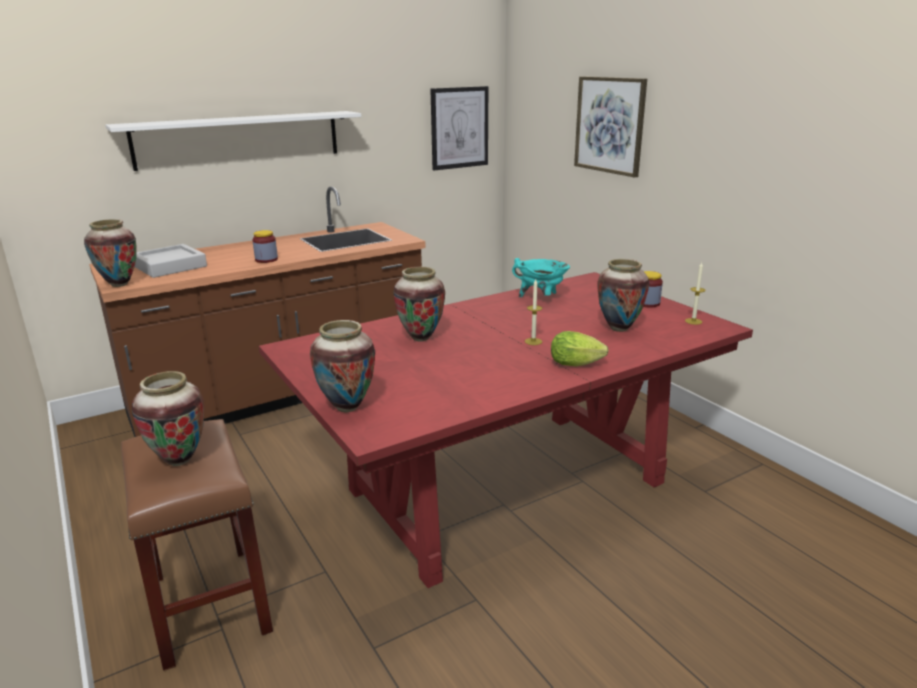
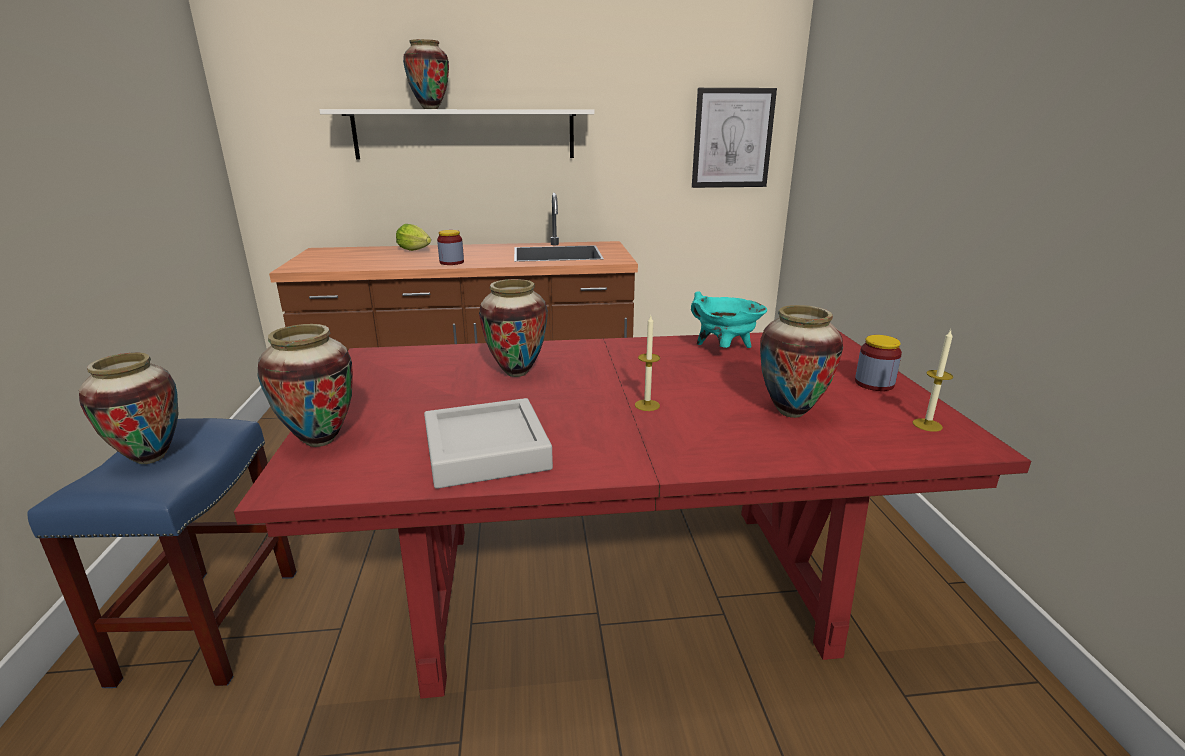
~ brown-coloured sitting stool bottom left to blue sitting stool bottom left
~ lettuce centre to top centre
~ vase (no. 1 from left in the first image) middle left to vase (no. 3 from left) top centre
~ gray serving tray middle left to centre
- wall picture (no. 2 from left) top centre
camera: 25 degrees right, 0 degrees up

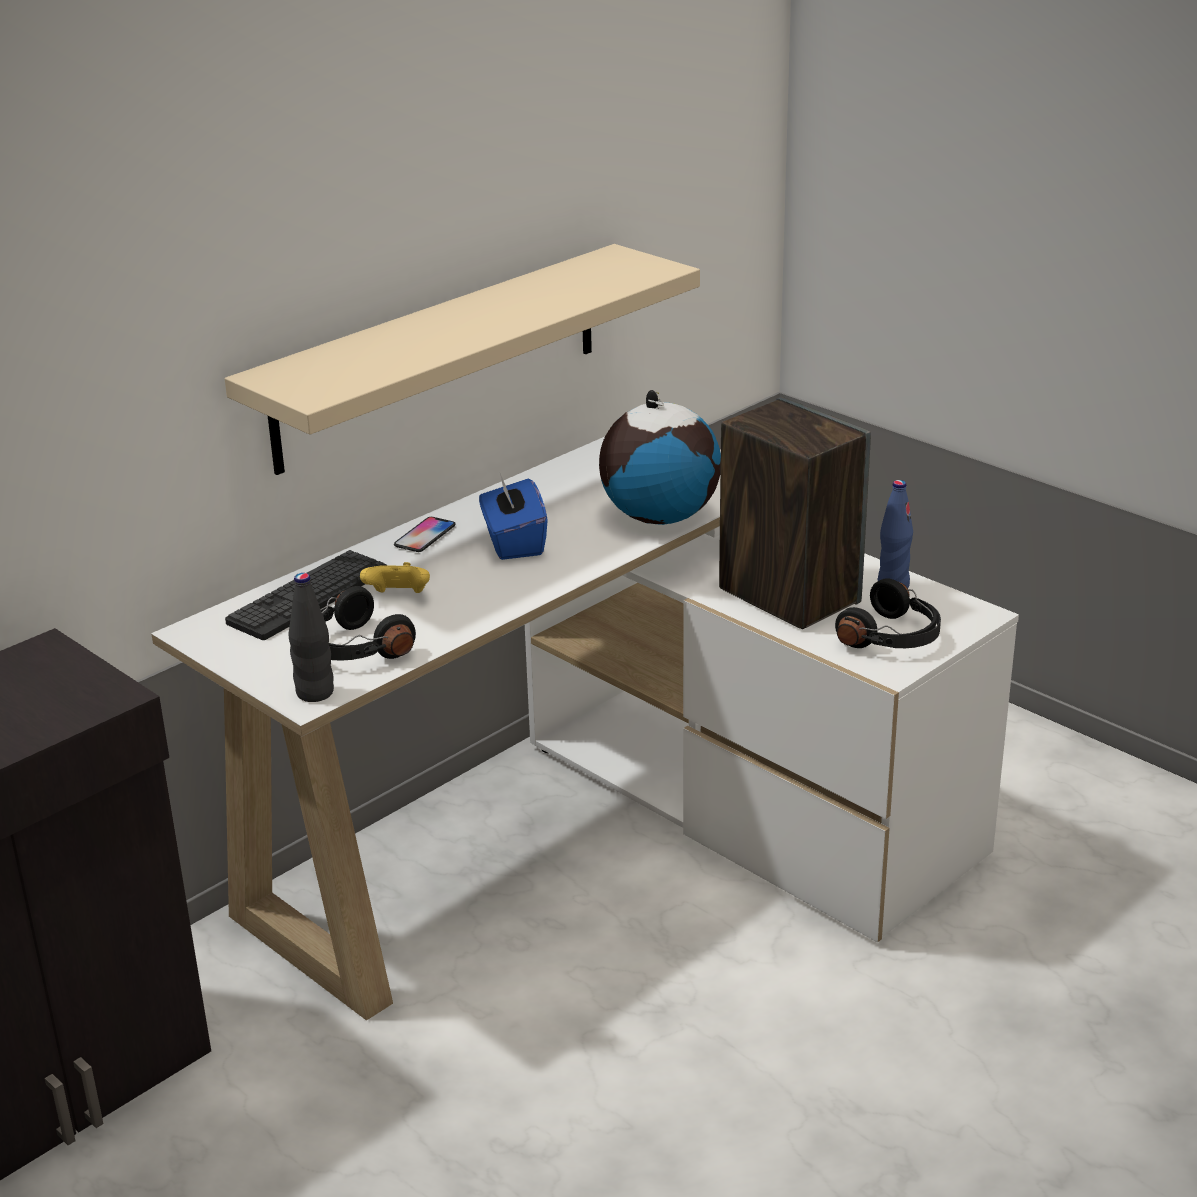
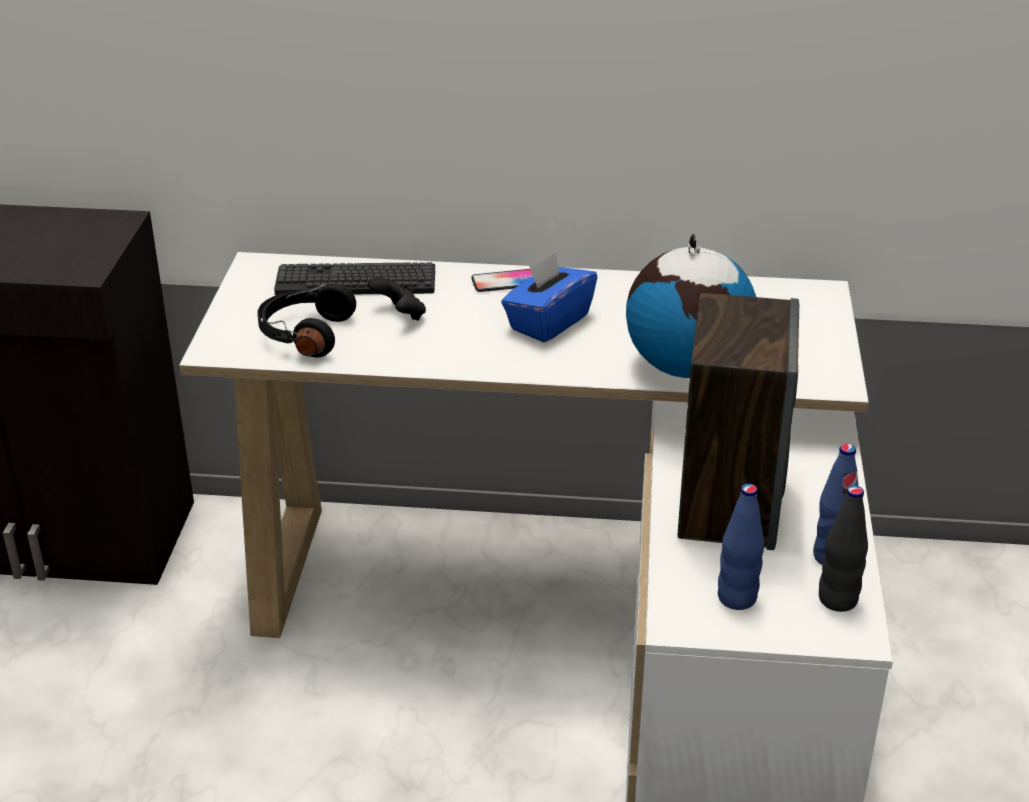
~ yellow joypad middle left to black joypad centre
~ black headset (no. 2 from left) middle right to blue beverage bottle (no. 1 from left) bottom right
~ black beverage bottle middle left to bottom right
- sand-coloured wall shelf top centre
camera: 50 degrees right, 5 degrees up

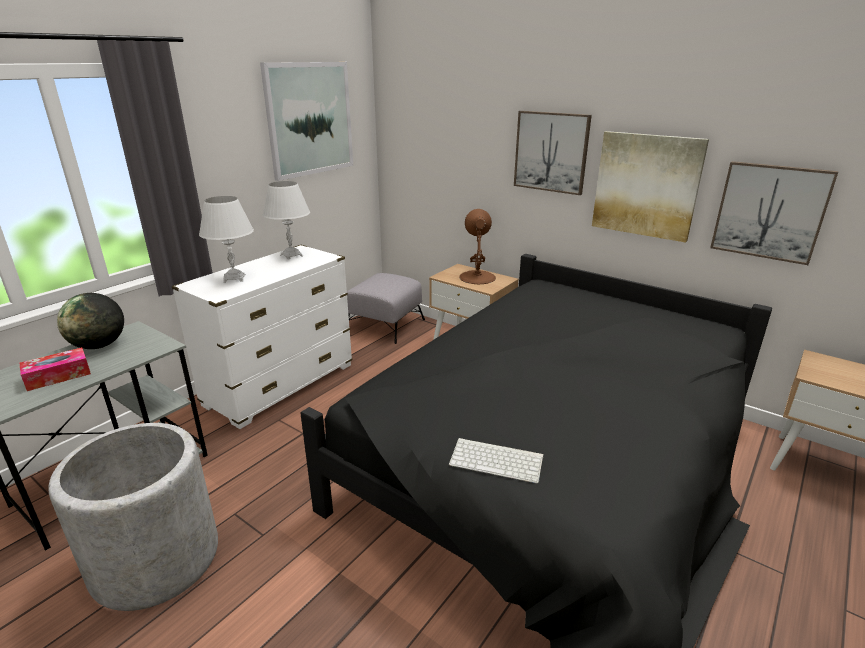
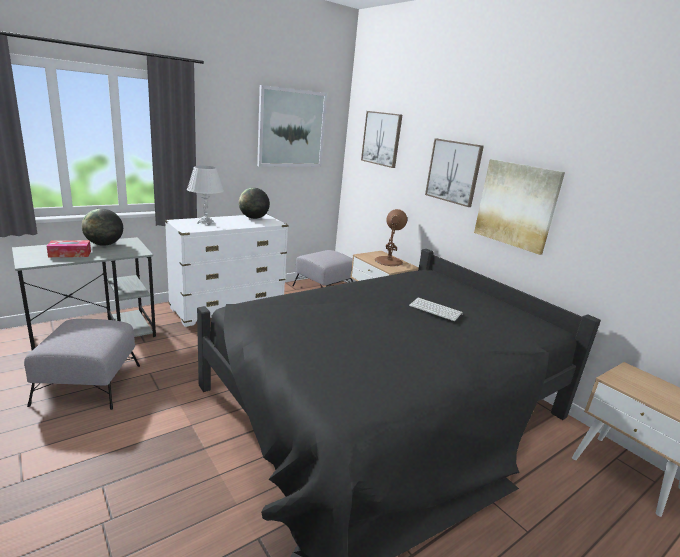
~ gray plant pot bottom left to gray pouffe (no. 1 from left) middle left
~ white lamp for a table (no. 2 from left) middle left to globe (no. 2 from left) centre
~ wall picture (no. 4 from left in the first image) top right to wall picture (no. 2 from left) top centre
~ keyboard bottom centre to centre
camera: 15 degrees right, 5 degrees down

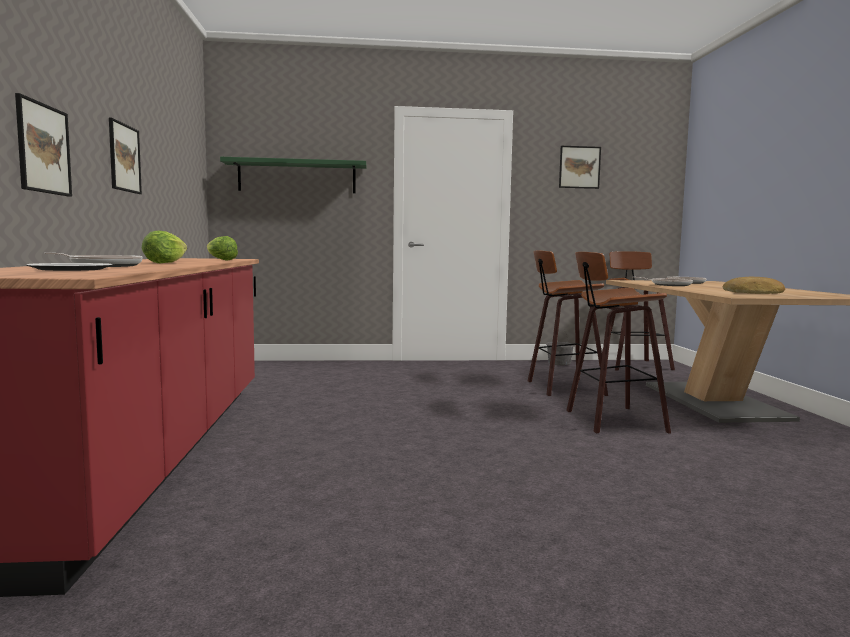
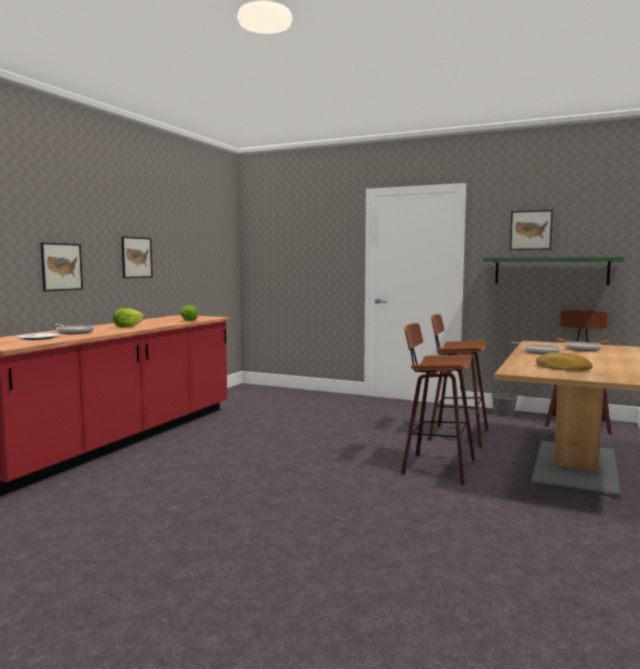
~ greenish wall shelf top centre to middle right
camera: 30 degrees right, 0 degrees up

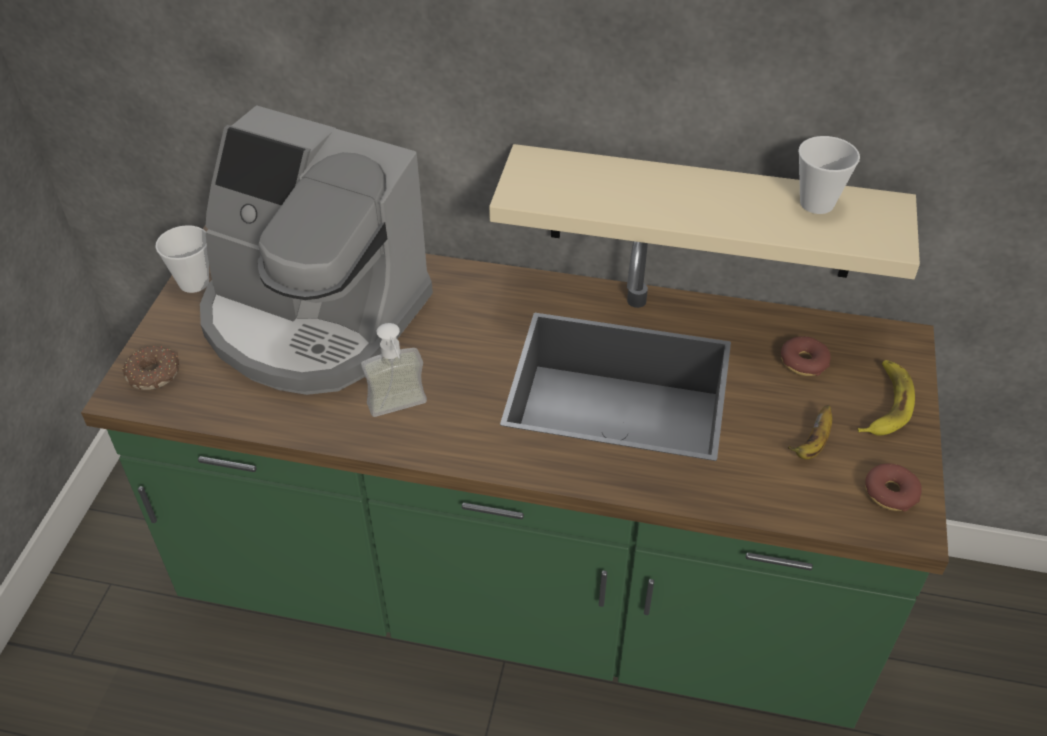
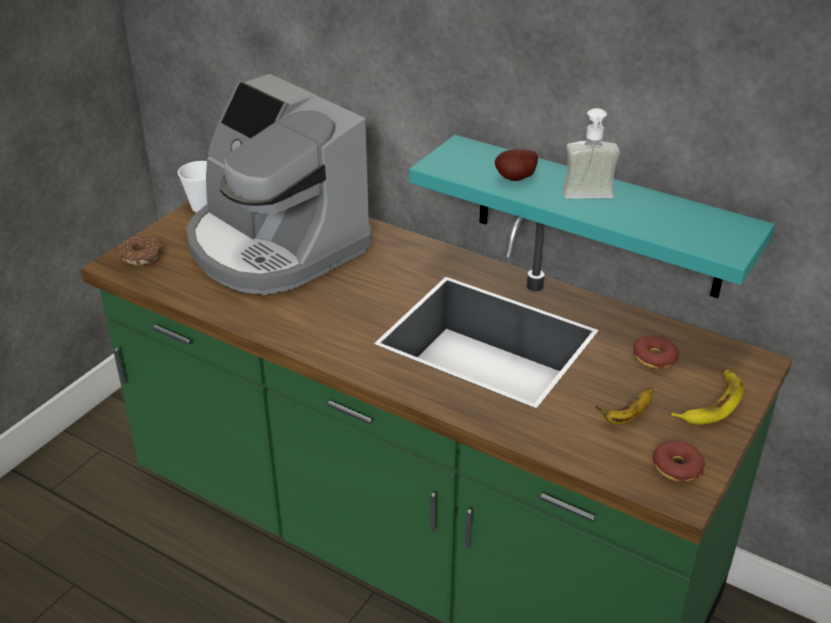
~ sand-coloured wall shelf top right to turquoise-coloured wall shelf middle right
+ potato top centre
~ liquid soap bottle centre to top right
- drinking cup (no. 2 from left) top right
camera: 20 degrees right, 10 degrees down

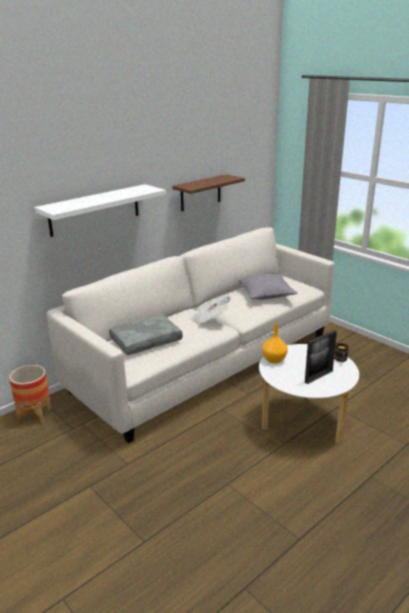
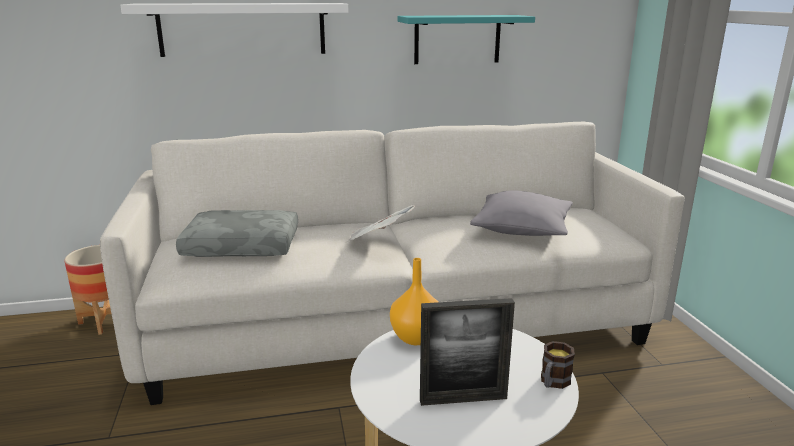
~ brown-coloured wall shelf top centre to turquoise-coloured wall shelf top centre
camera: 30 degrees right, 5 degrees down

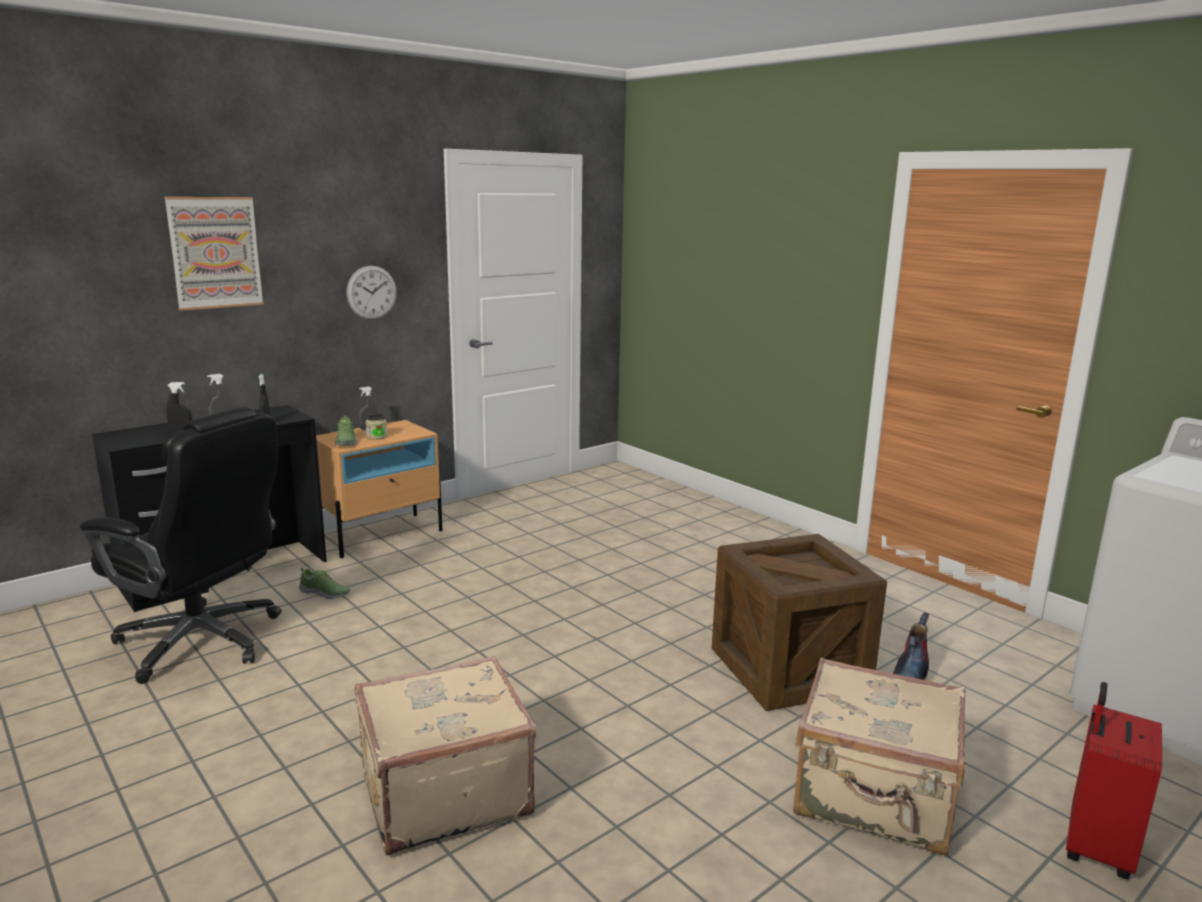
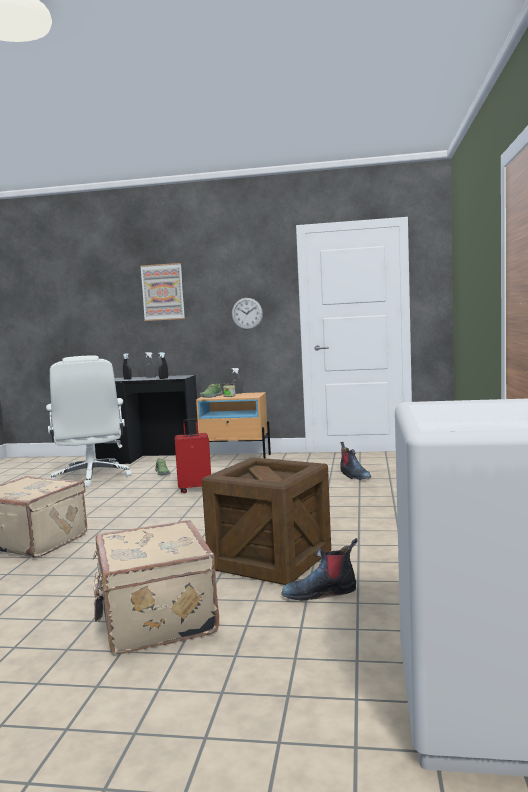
~ black computer chair middle left to white computer chair middle left
~ reddish suitcase bottom right to centre
+ tall boot (no. 2 from left) middle right
camera: 50 degrees right, 10 degrees down

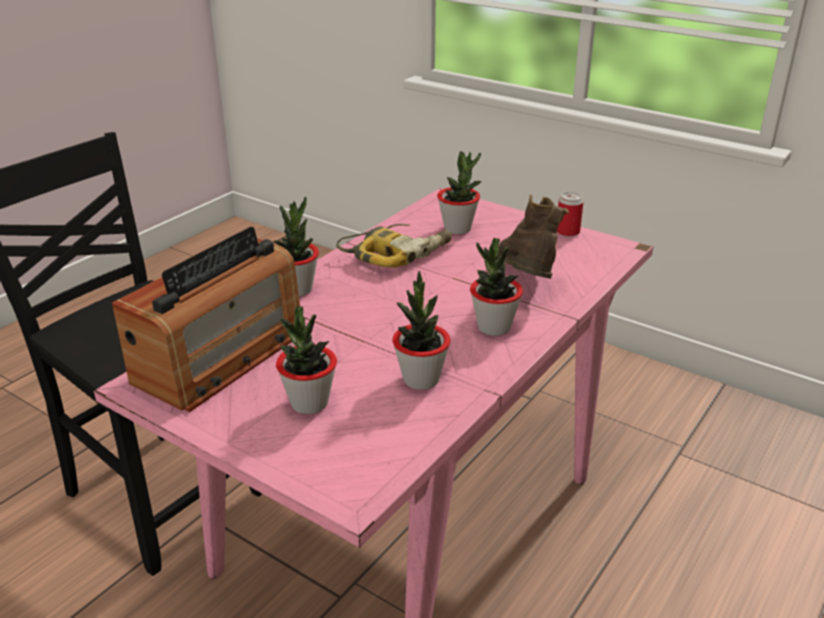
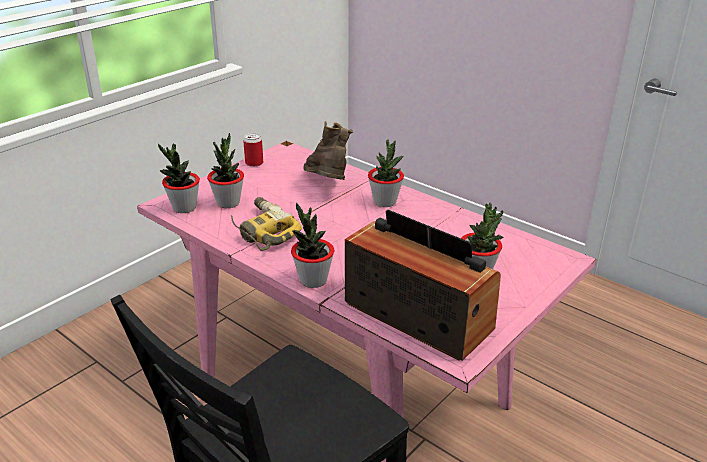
~ potted plant (no. 3 from left in the first image) centre to potted plant (no. 1 from left) middle left
~ brown-coloured tall boot centre = top centre 75 degrees clockwise
camera: 85 degrees left, 0 degrees up

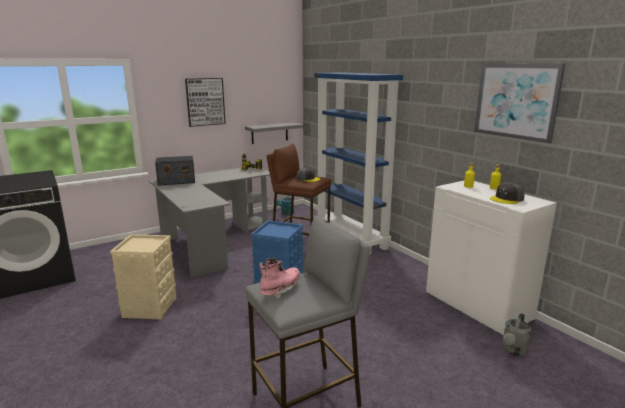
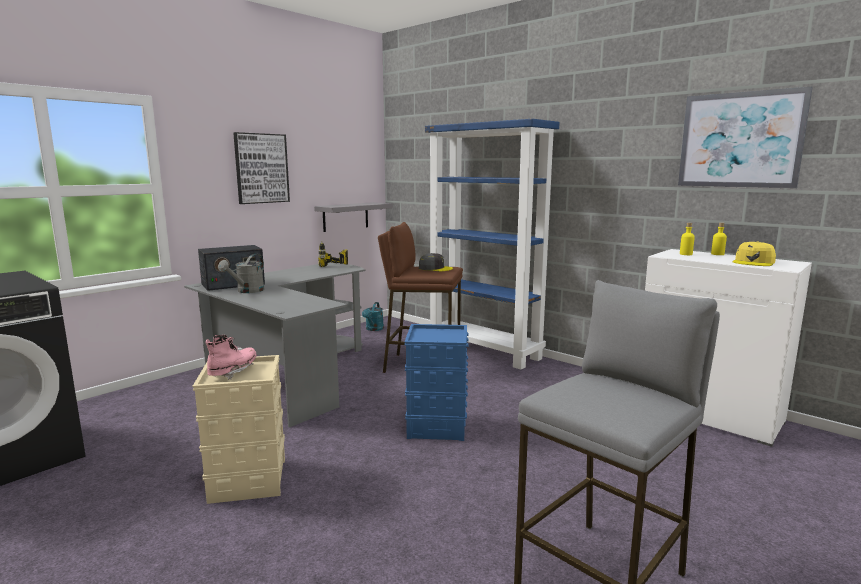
~ pink tall boot bottom centre to middle left
~ gray watering pot bottom right to middle left
~ gray peaked cap (no. 2 from left) middle right to yellow peaked cap middle right
camera: 15 degrees left, 5 degrees down

